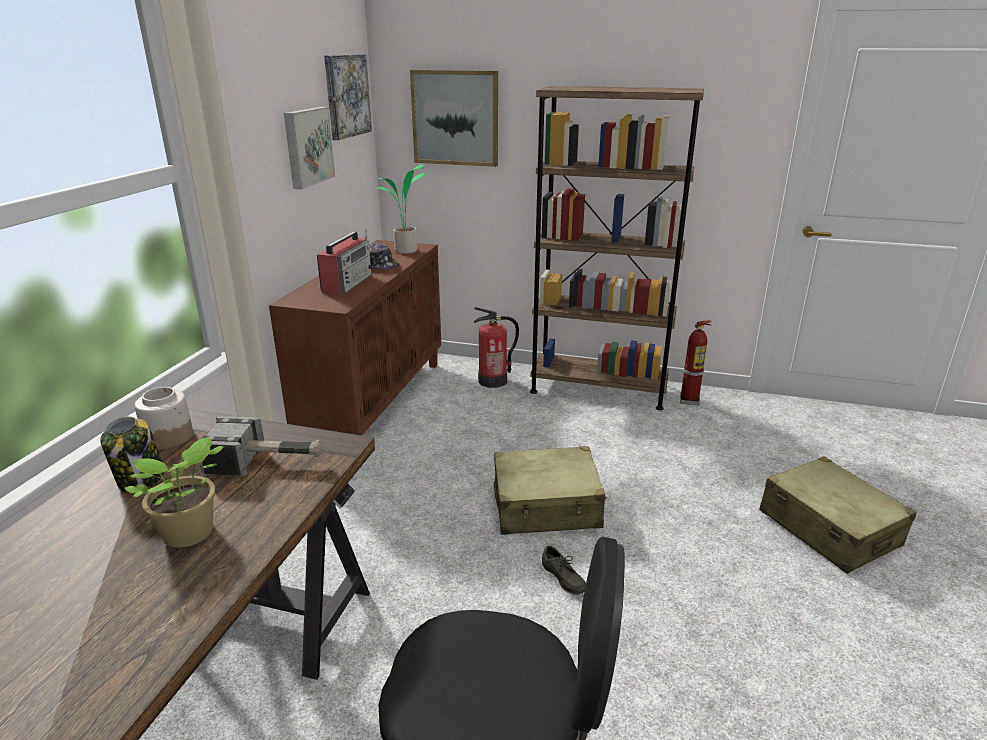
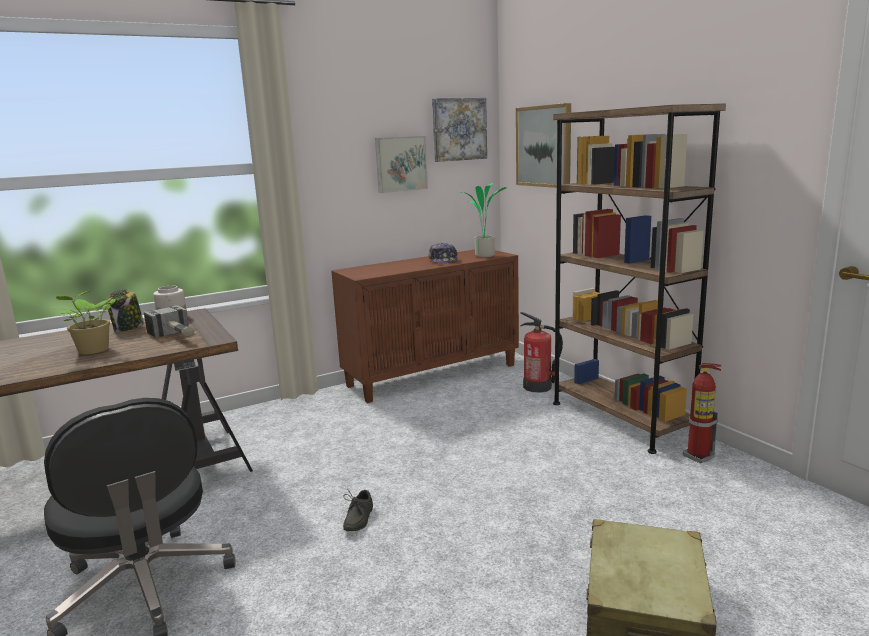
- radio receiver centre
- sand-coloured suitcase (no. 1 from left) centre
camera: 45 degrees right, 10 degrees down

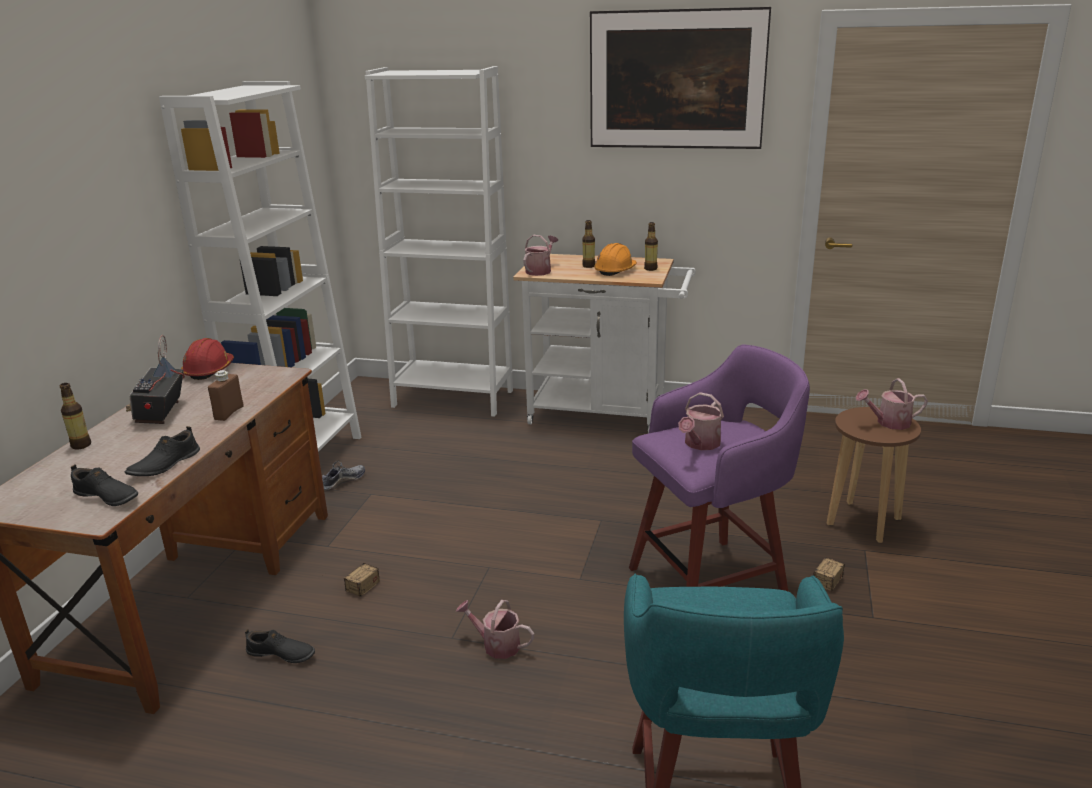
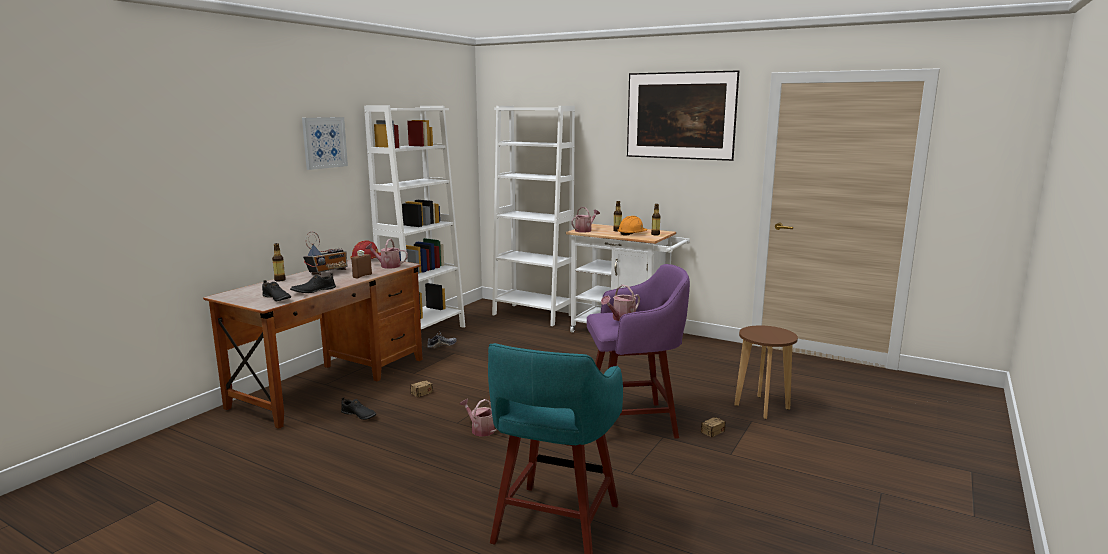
+ wall picture (no. 1 from left) top left
~ radio receiver middle left = middle left 150 degrees counterclockwise
~ watering pot (no. 4 from left in the first image) middle right to watering pot (no. 1 from left) centre
camera: 15 degrees right, 10 degrees down

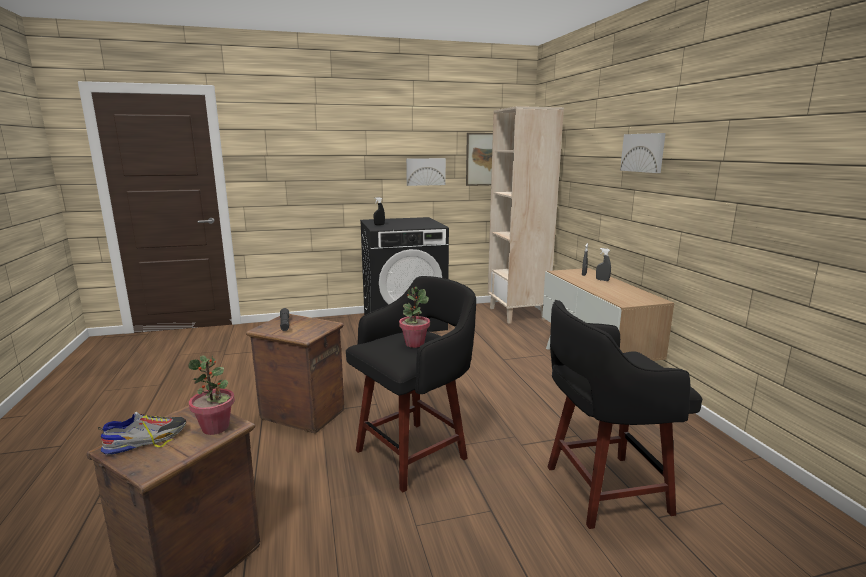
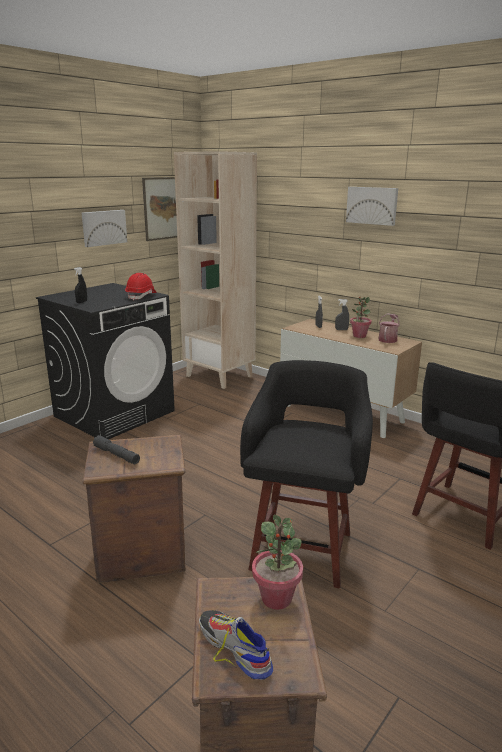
+ reddish safety helmet middle left
~ shoe bottom left = bottom centre 60 degrees counterclockwise
~ potted plant (no. 2 from left) centre to middle right
+ watering pot middle right
camera: 35 degrees left, 5 degrees up

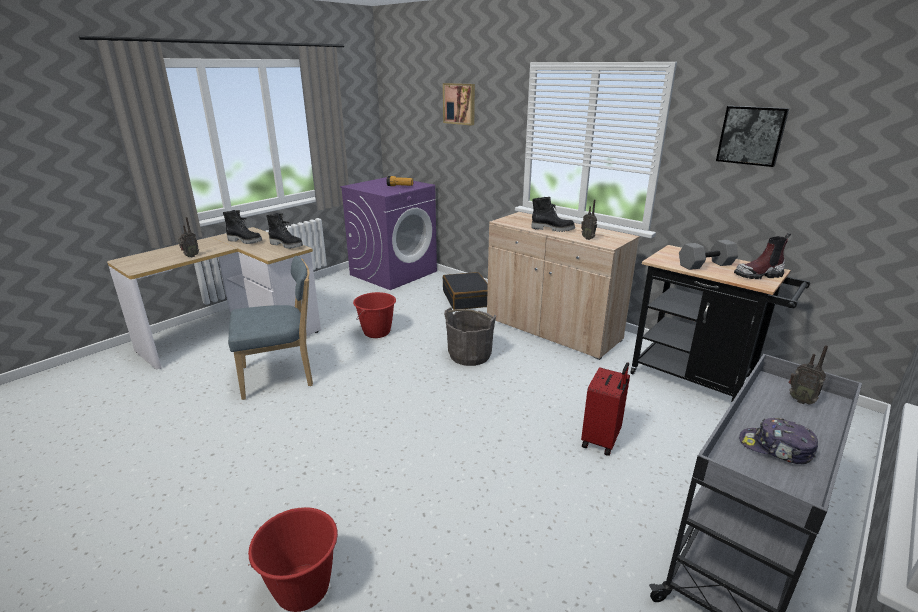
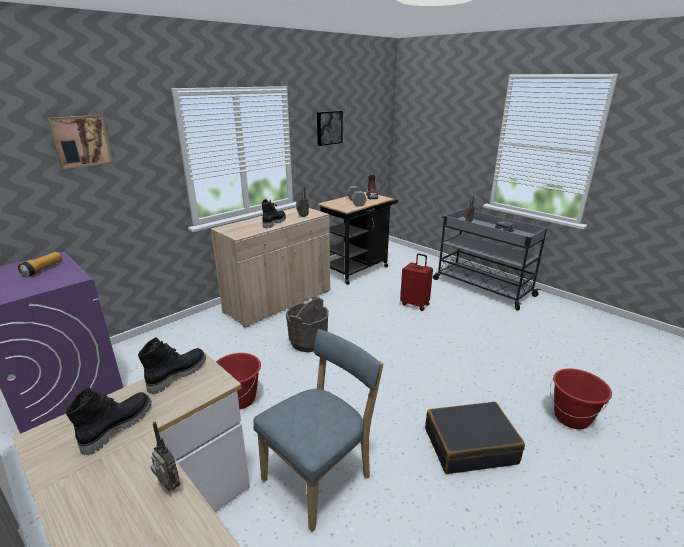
~ blue chair middle left = bottom centre 60 degrees clockwise
~ black suitcase centre to bottom right
camera: 85 degrees left, 0 degrees up

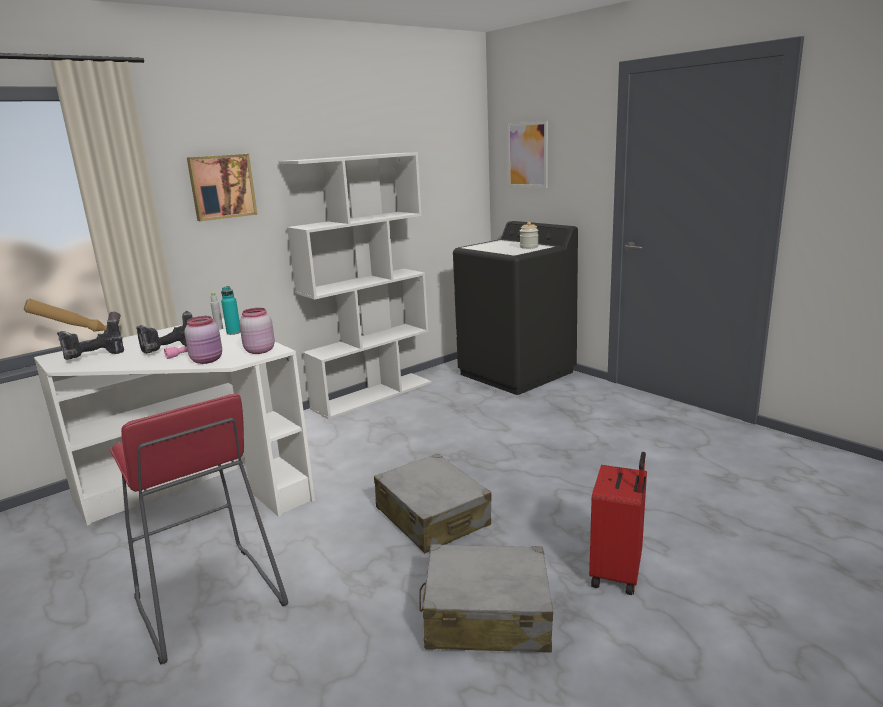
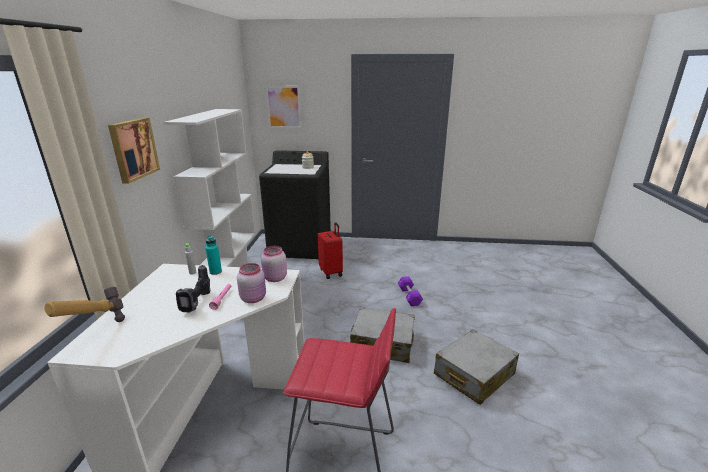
~ reddish suitcase bottom right to centre
+ purple free weight centre
- drill (no. 1 from left) middle left
camera: 45 degrees left, 5 degrees up

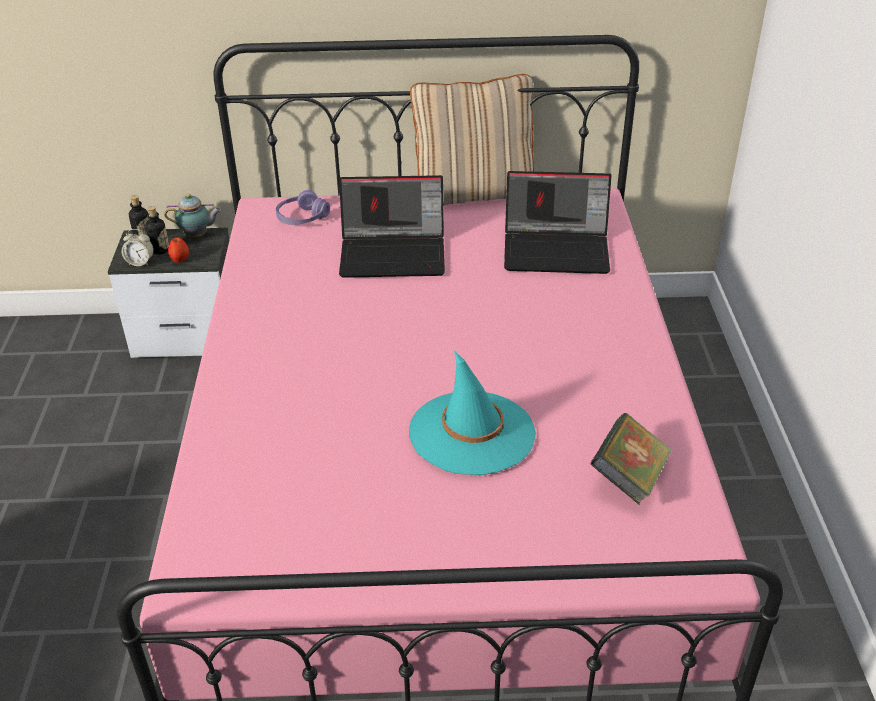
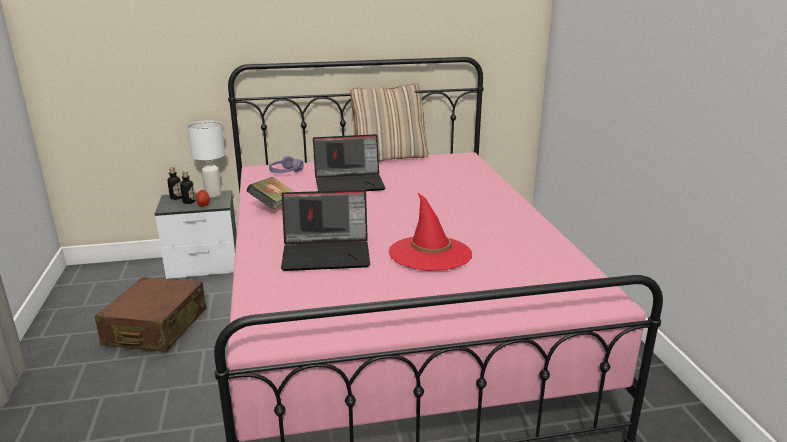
+ brown-coloured suitcase bottom left
~ tea pot top left to white lamp for a table middle left
~ bound book middle right to centre
~ laptop (no. 2 from left in the first image) top centre to laptop (no. 1 from left) centre
~ turquoise-coloured clothing hat centre to reddish clothing hat centre
- table clock middle left
camera: 10 degrees left, 15 degrees down

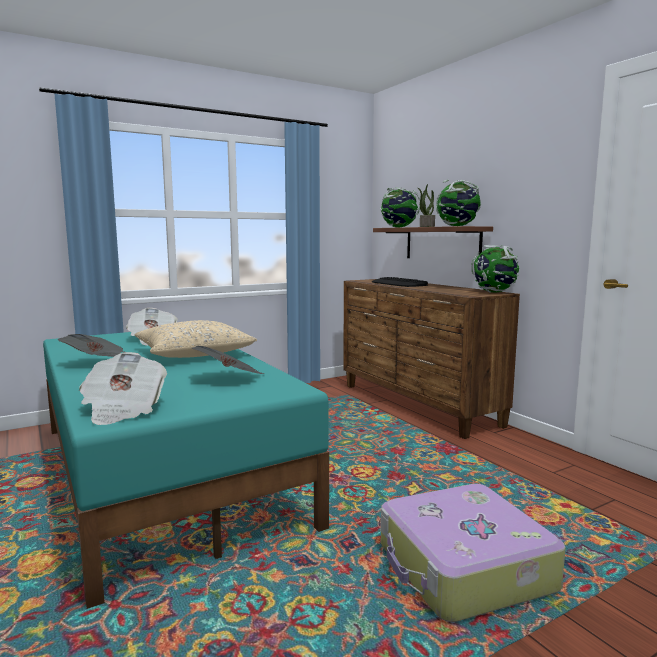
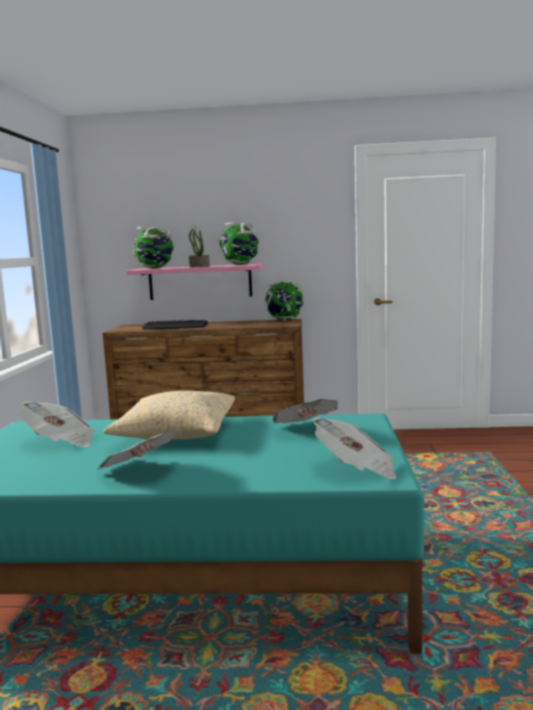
~ brown-coloured wall shelf centre to pink wall shelf centre
- suitcase bottom right
camera: 55 degrees left, 0 degrees up

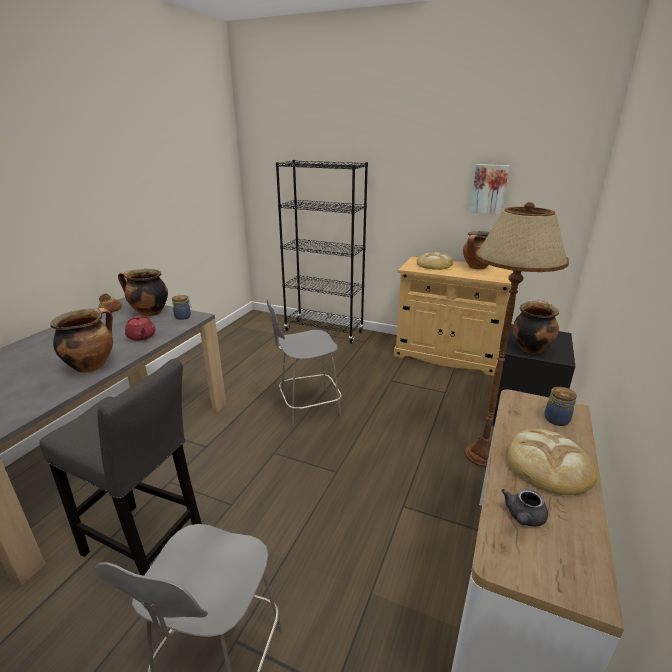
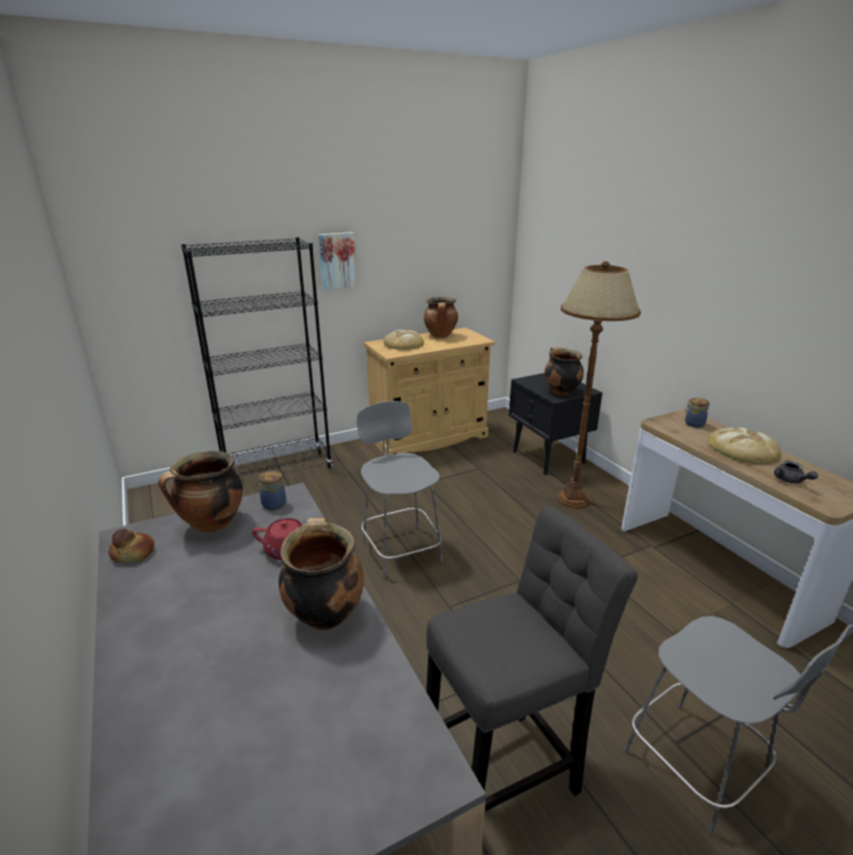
~ wall picture top right to top centre
~ gray chair (no. 2 from left in the first image) centre = centre 135 degrees clockwise
camera: 50 degrees left, 0 degrees up

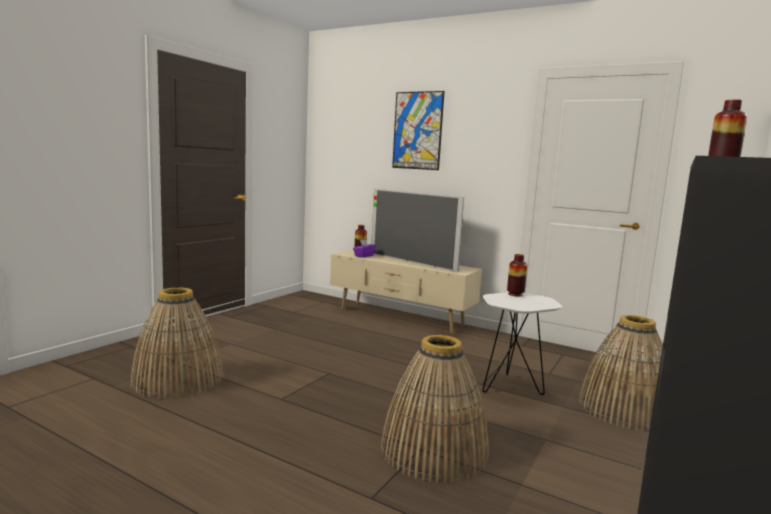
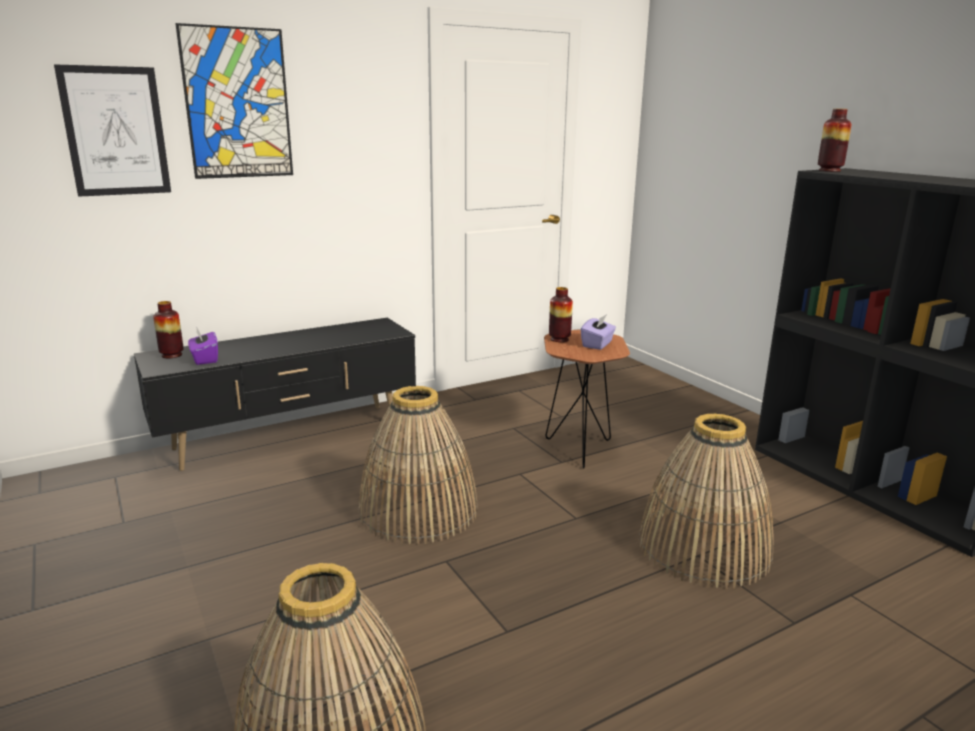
+ wall picture (no. 1 from left) top left
~ sand-coloured media console centre to black media console middle left
~ household basket (no. 3 from left in the first image) bottom right to household basket (no. 2 from left) centre
~ white side table bottom right to brown-coloured side table centre
+ purple box of tissues (no. 2 from left) centre
- television centre
camera: 60 degrees left, 10 degrees up

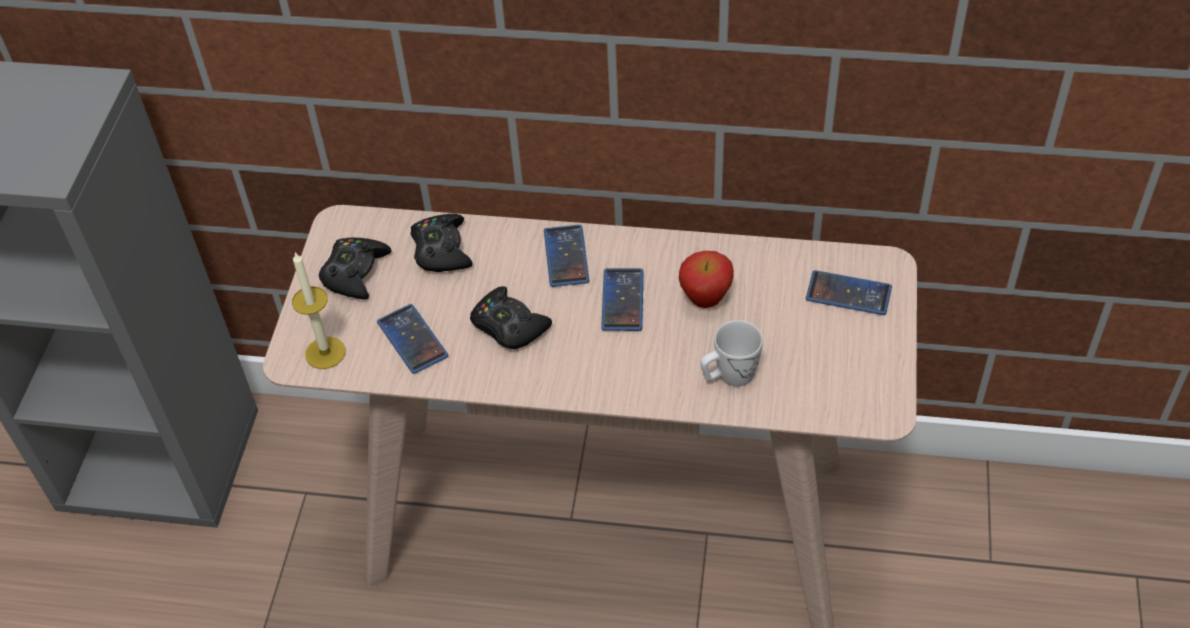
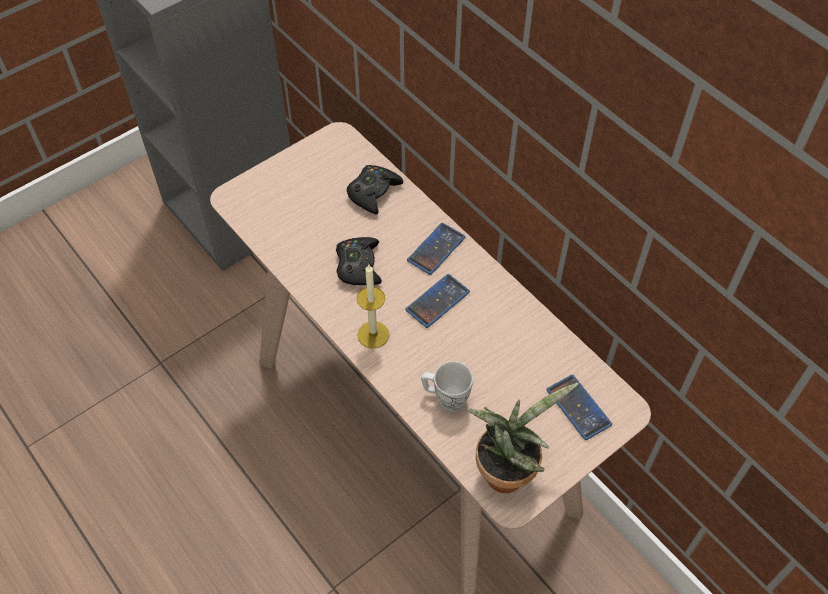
~ candle middle left to centre
+ potted plant bottom centre
- black joypad (no. 1 from left) middle left
- handset (no. 1 from left) centre
- apple fruit centre
camera: 40 degrees right, 5 degrees up

